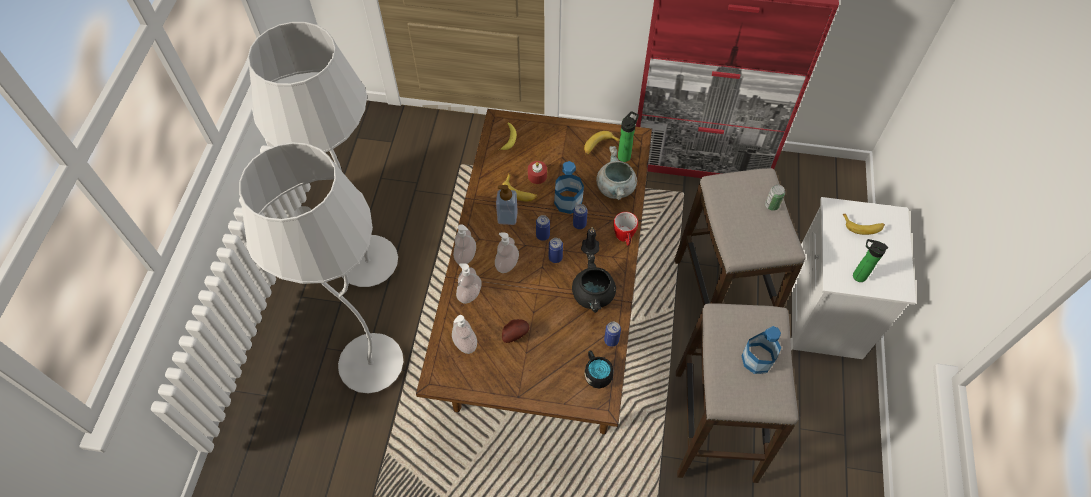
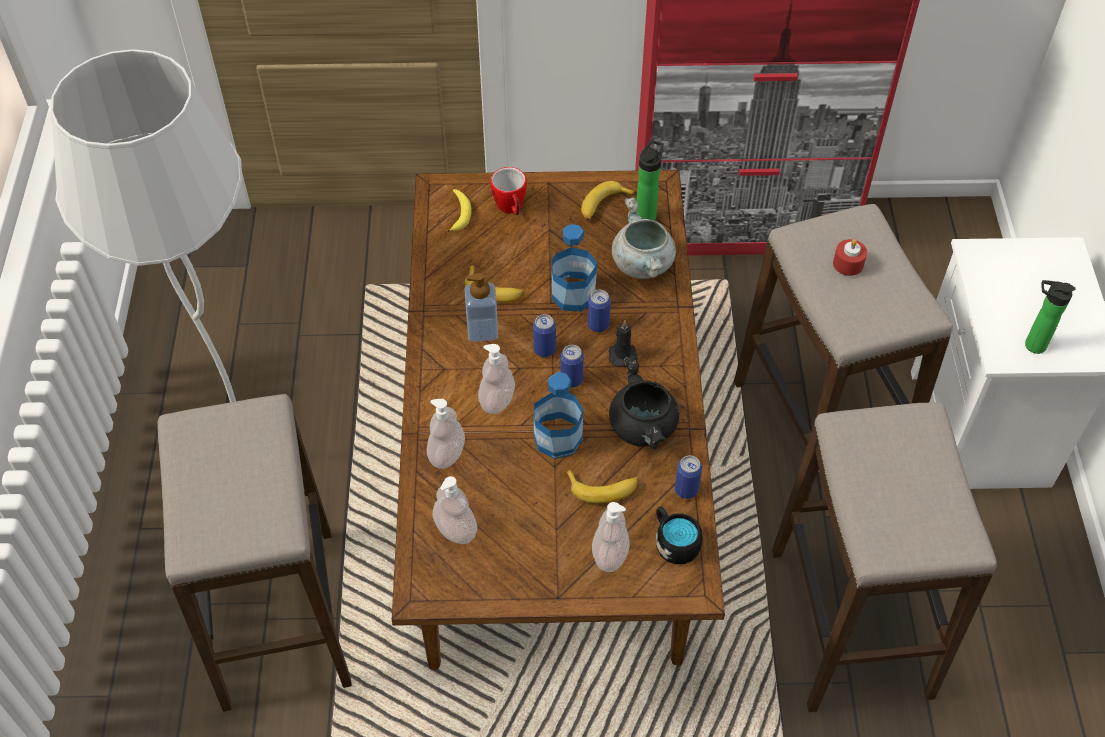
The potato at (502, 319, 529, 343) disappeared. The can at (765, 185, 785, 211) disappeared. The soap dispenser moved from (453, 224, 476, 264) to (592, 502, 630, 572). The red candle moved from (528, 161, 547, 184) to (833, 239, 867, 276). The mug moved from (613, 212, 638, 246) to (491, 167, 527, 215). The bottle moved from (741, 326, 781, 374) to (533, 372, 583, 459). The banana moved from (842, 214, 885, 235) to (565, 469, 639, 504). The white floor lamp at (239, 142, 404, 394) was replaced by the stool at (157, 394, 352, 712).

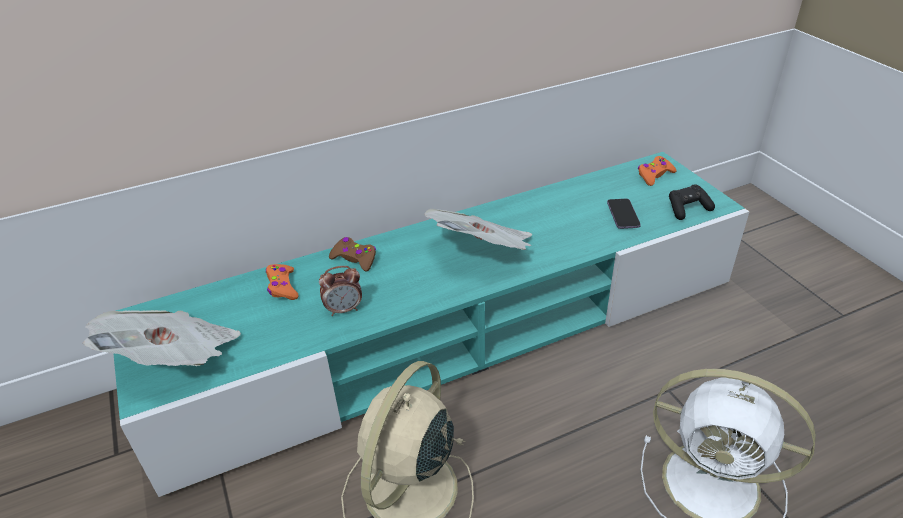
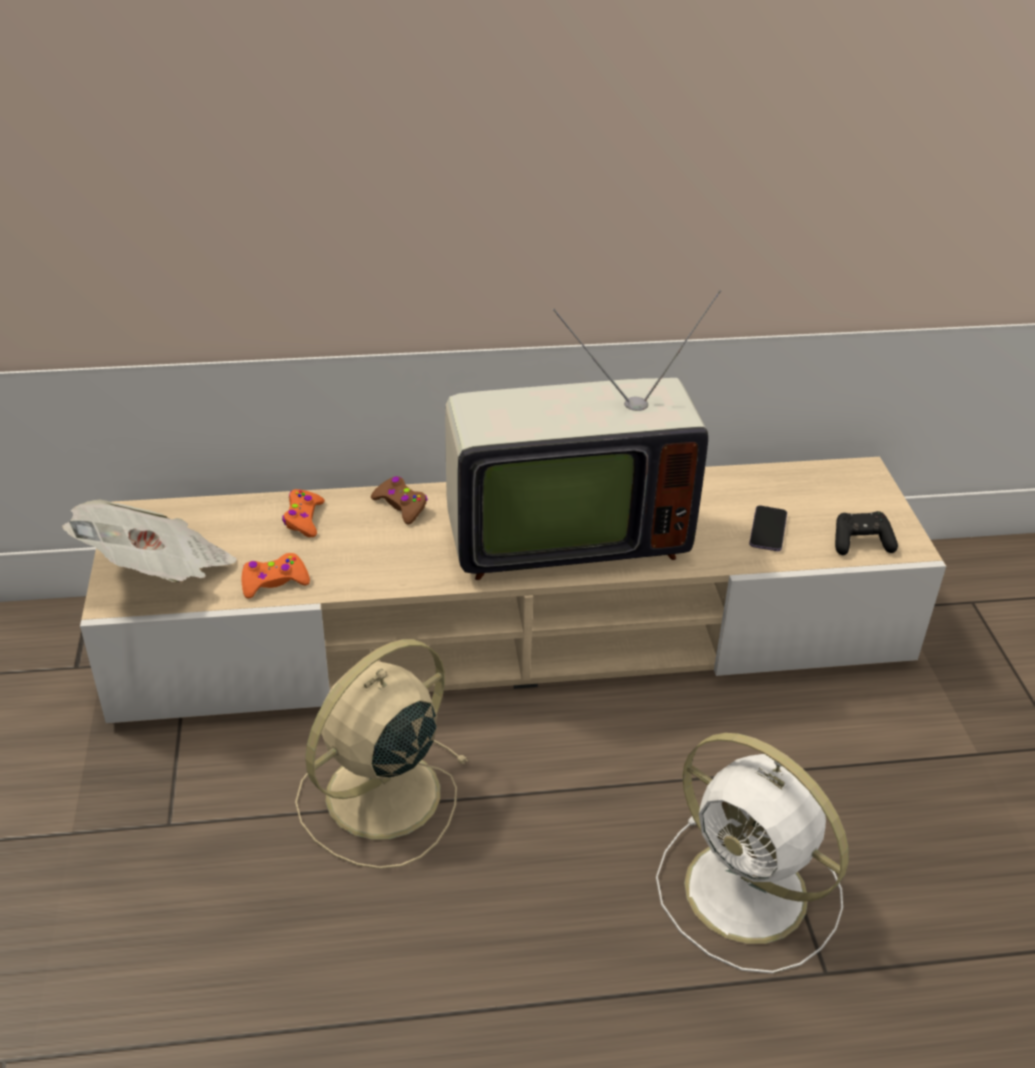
The alarm clock at (319, 266, 362, 316) disappeared. The orange game controller moved from (638, 156, 677, 186) to (242, 553, 310, 598). The newspaper at (424, 209, 532, 250) was replaced by the television at (445, 290, 721, 580). The turquoise tv stand at (114, 152, 750, 497) became the beige tv stand at (80, 457, 946, 724).

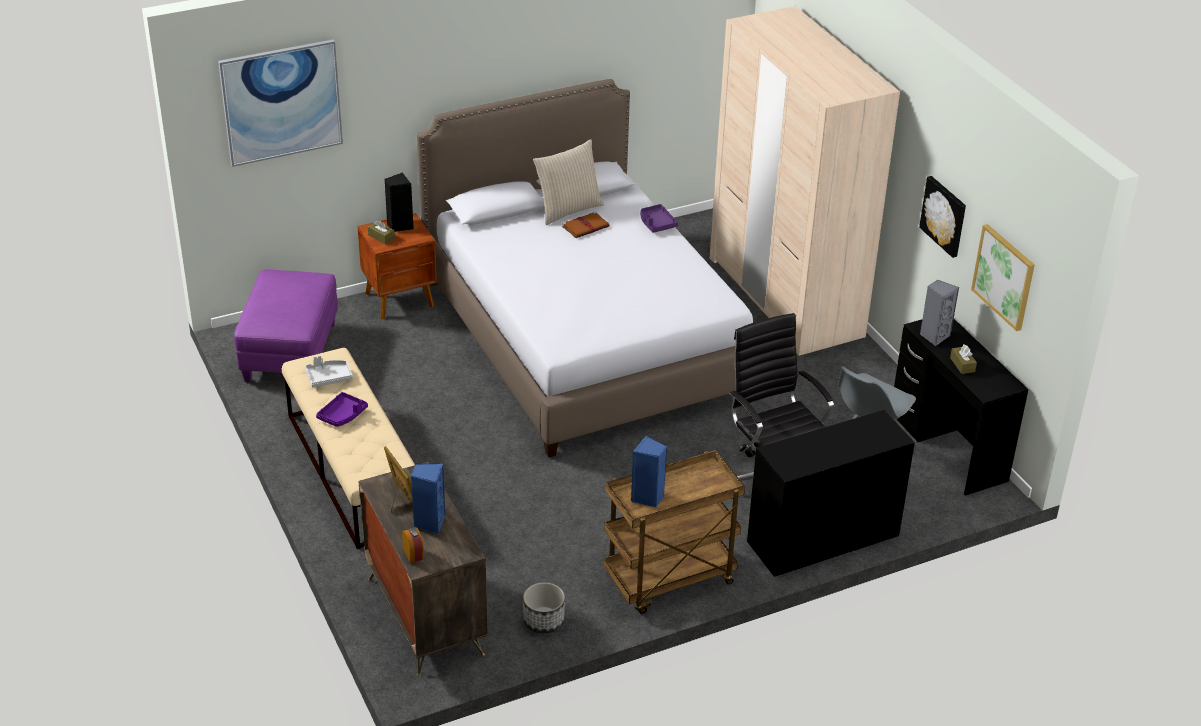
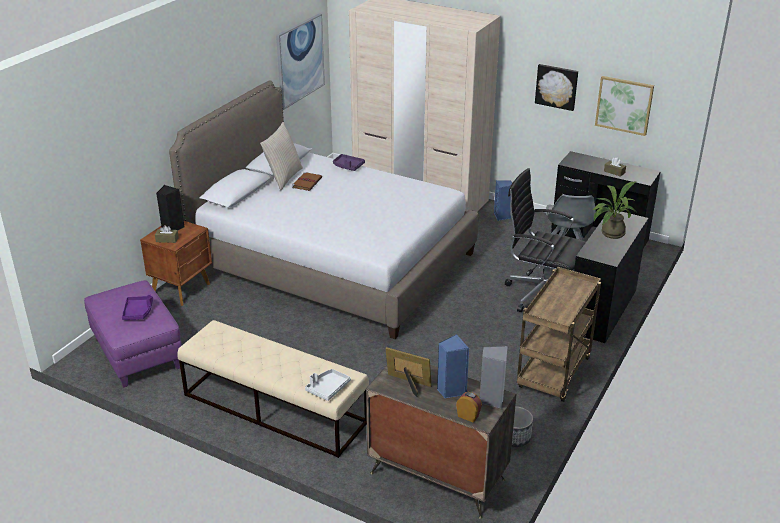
The potted plant at (593, 182, 637, 239) appeared. The picture moved from (218, 40, 343, 167) to (276, 13, 325, 110). The grey tray moved from (305, 356, 353, 387) to (305, 369, 351, 401). The purple tray moved from (316, 392, 368, 427) to (122, 295, 153, 320). The blue speaker moved from (631, 435, 667, 508) to (494, 180, 512, 221). The grey speaker moved from (920, 280, 959, 346) to (480, 346, 508, 409).

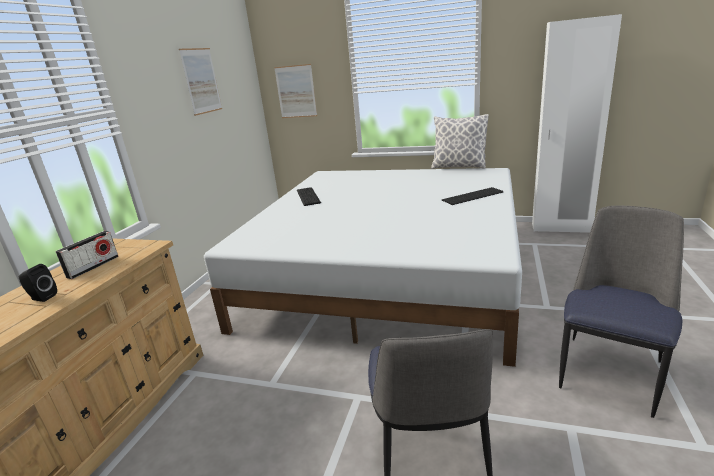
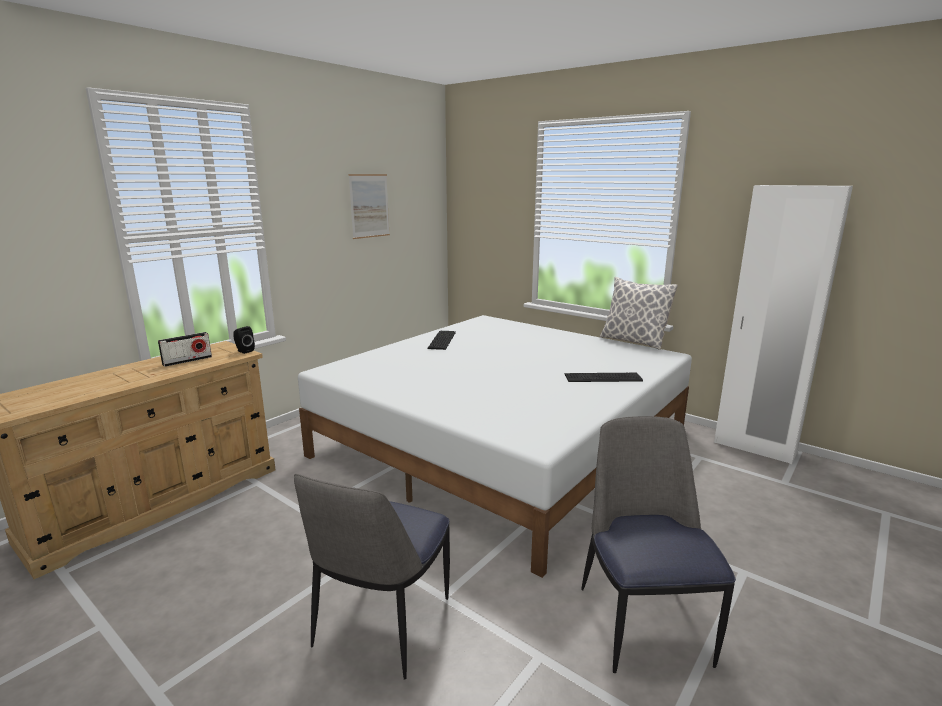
The picture at (274, 64, 317, 118) disappeared. The black speaker moved from (19, 264, 57, 302) to (233, 326, 255, 354). The chair at (559, 206, 684, 418) turned 60 degrees counterclockwise.

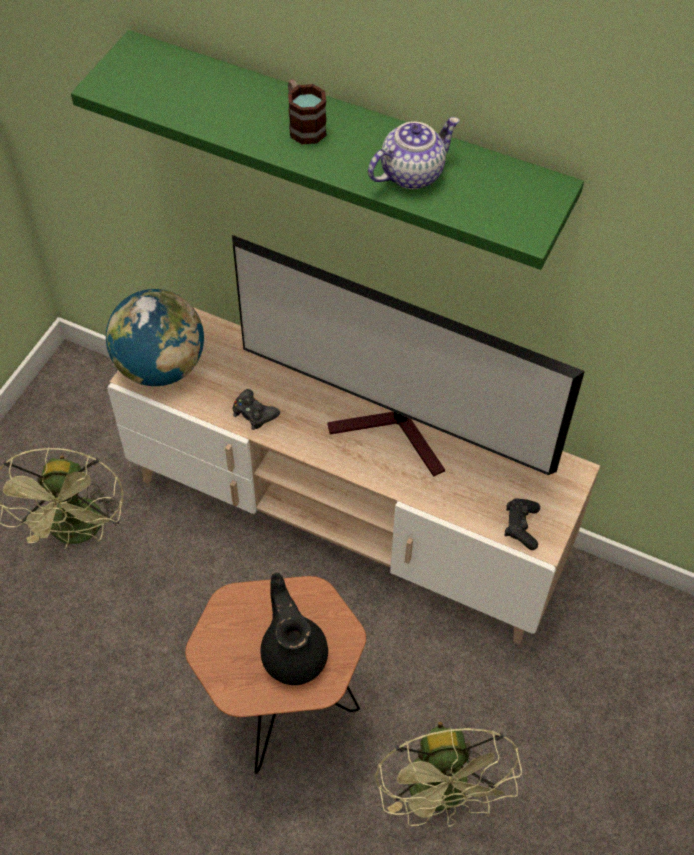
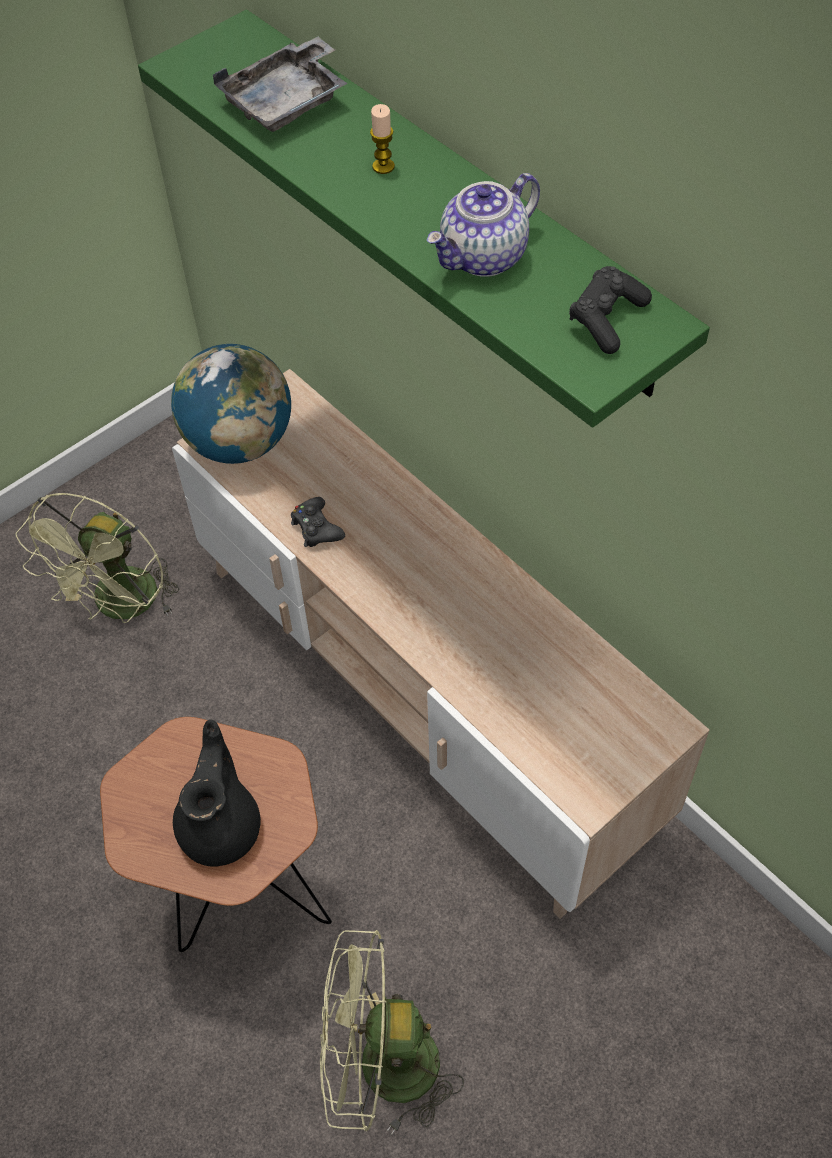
The television at (232, 235, 585, 477) disappeared. The grey tray at (213, 37, 347, 132) appeared. The black game controller moved from (504, 498, 540, 550) to (569, 266, 652, 354). The mug at (288, 79, 327, 144) was replaced by the candle at (370, 104, 395, 174). The teapot at (368, 117, 460, 189) turned 150 degrees clockwise. The green fan at (375, 722, 522, 827) turned 75 degrees clockwise.

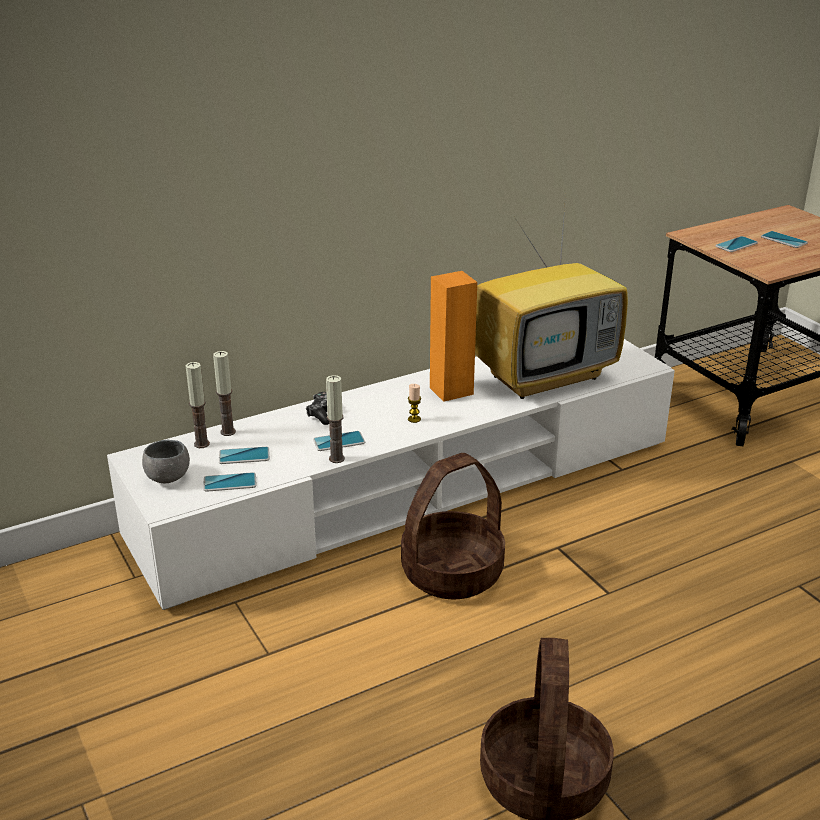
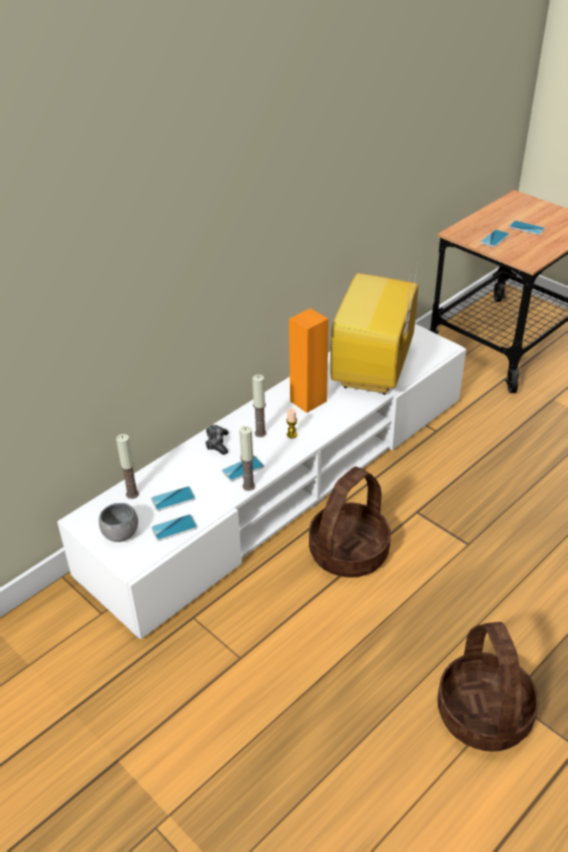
The candle moved from (213, 351, 236, 436) to (252, 375, 267, 437). The television at (475, 195, 628, 399) turned 150 degrees clockwise.

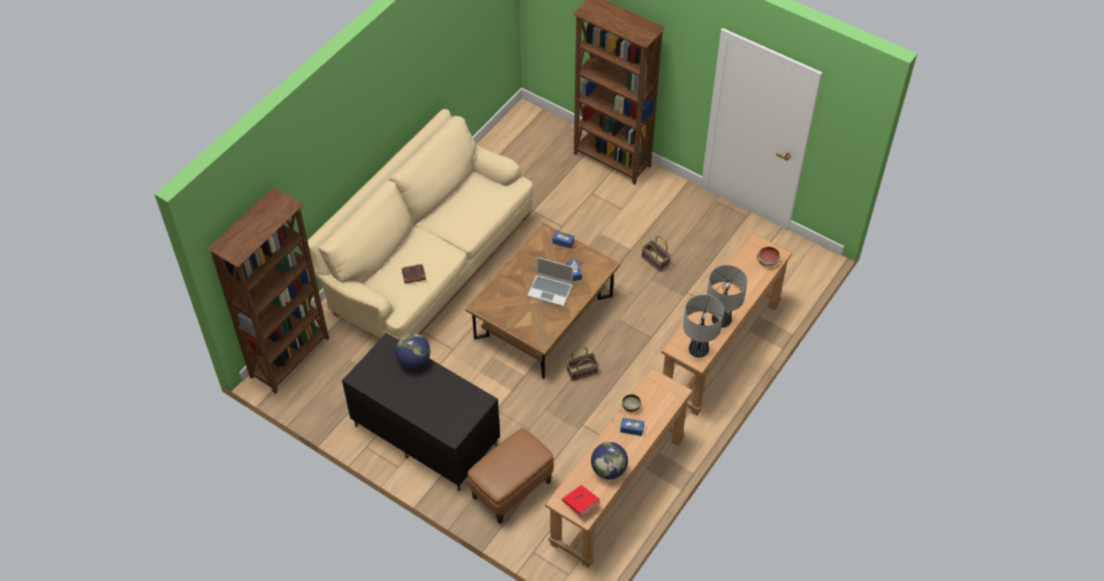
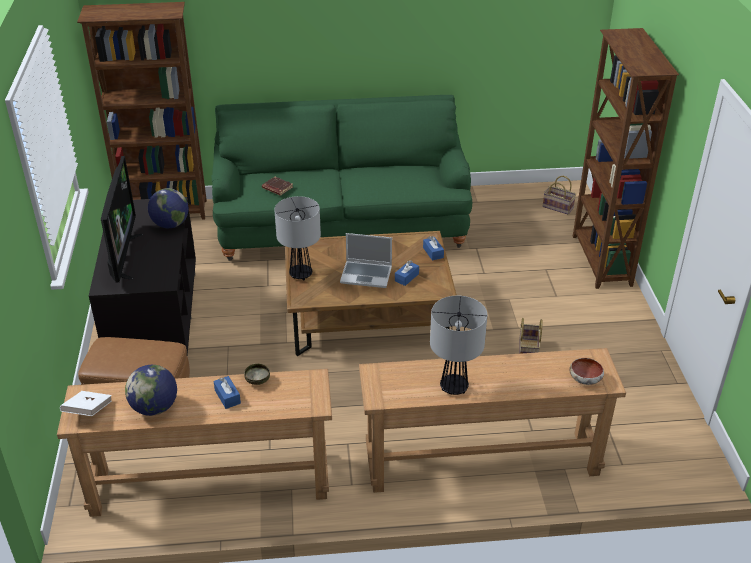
The television at (101, 156, 143, 282) appeared. The basket moved from (567, 347, 599, 381) to (542, 176, 576, 214). The table lamp moved from (683, 295, 724, 358) to (274, 196, 321, 280). The beige sofa at (308, 109, 533, 340) became the green sofa at (211, 95, 472, 261). The red book at (562, 485, 601, 516) became the white book at (60, 391, 112, 416). The laptop at (527, 257, 573, 306) turned 60 degrees counterclockwise.

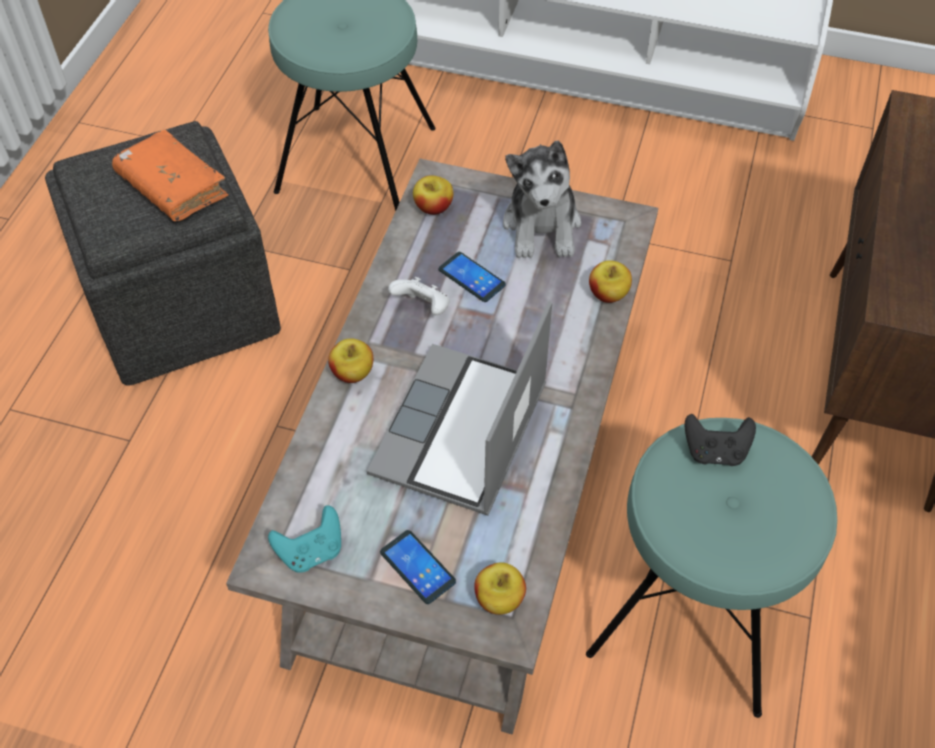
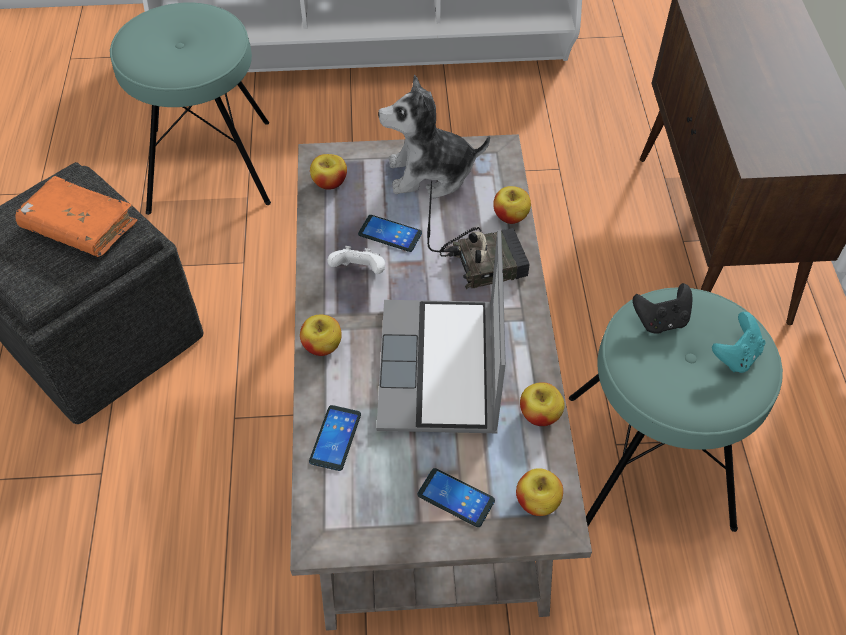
The phone at (309, 405, 361, 471) appeared. The radio at (427, 180, 530, 289) appeared. The apple at (520, 382, 564, 426) appeared. The turquoise game controller moved from (268, 505, 341, 573) to (712, 312, 765, 373). The plush toy at (503, 140, 581, 259) turned 105 degrees clockwise.

